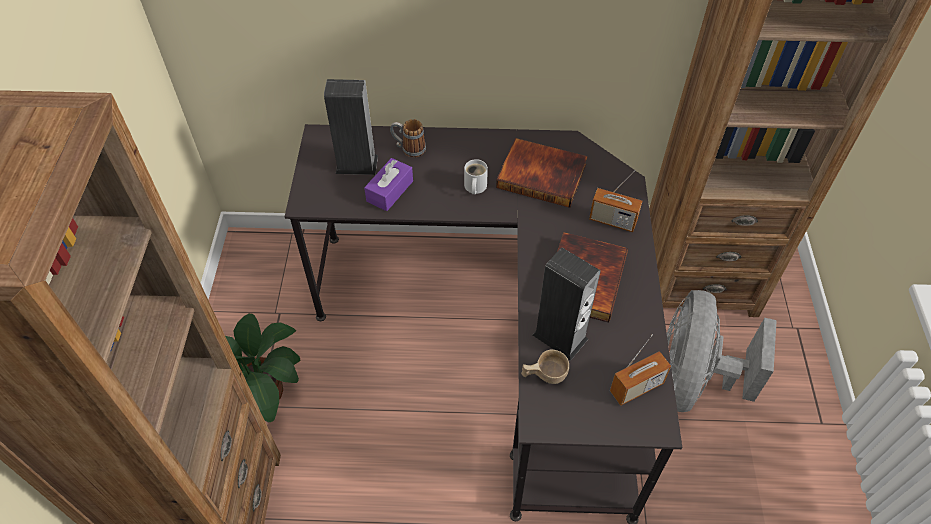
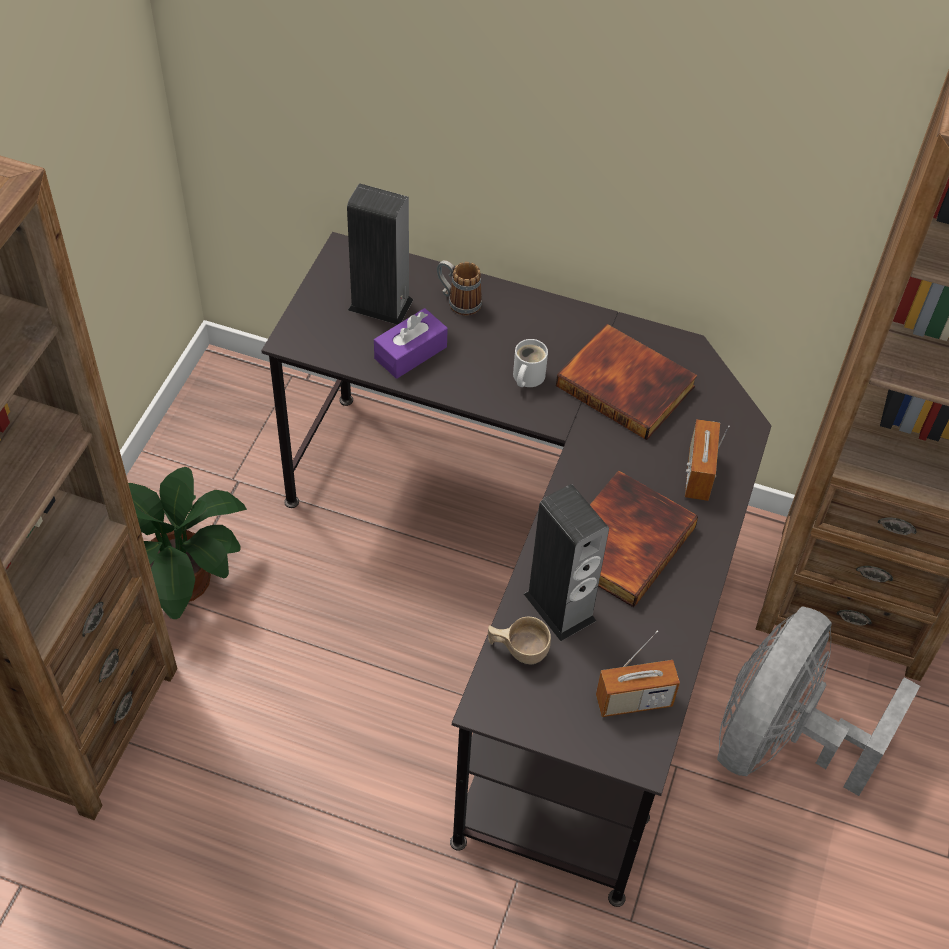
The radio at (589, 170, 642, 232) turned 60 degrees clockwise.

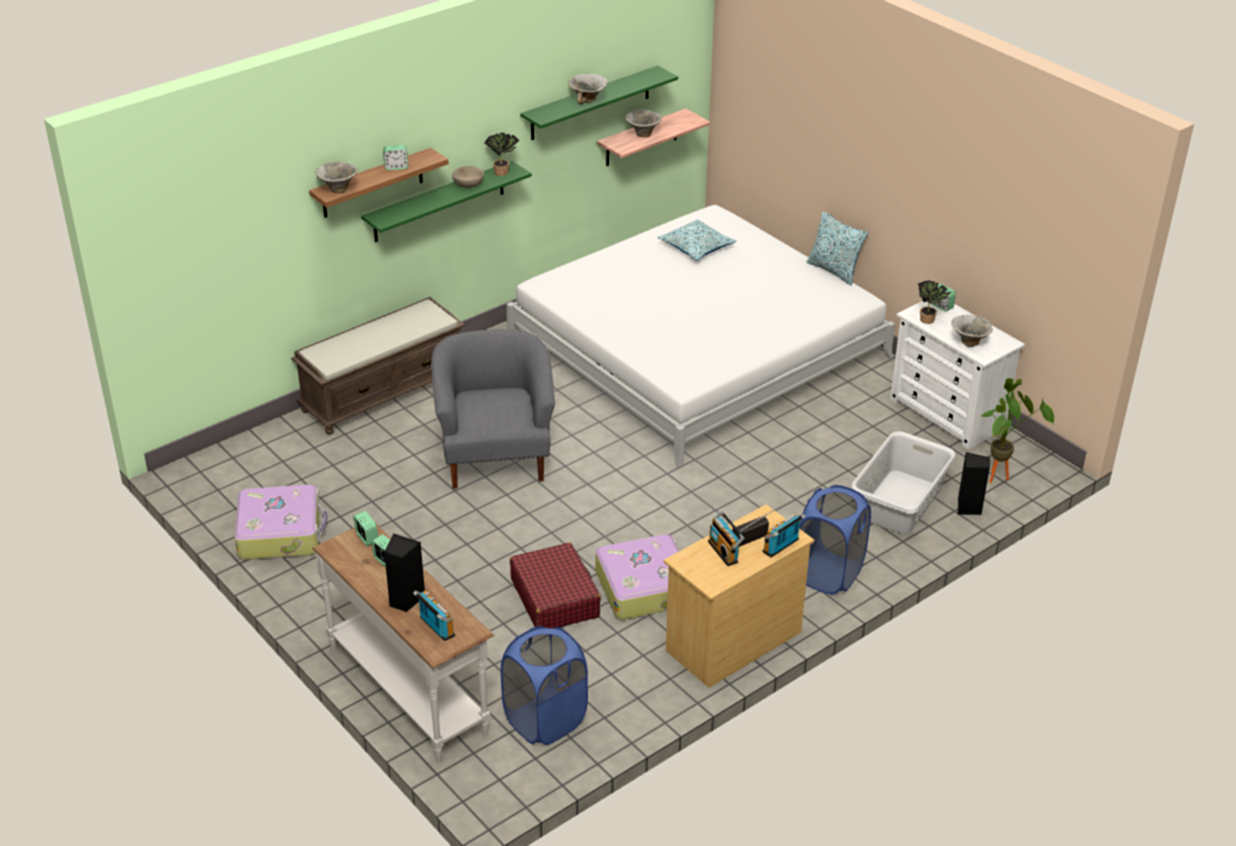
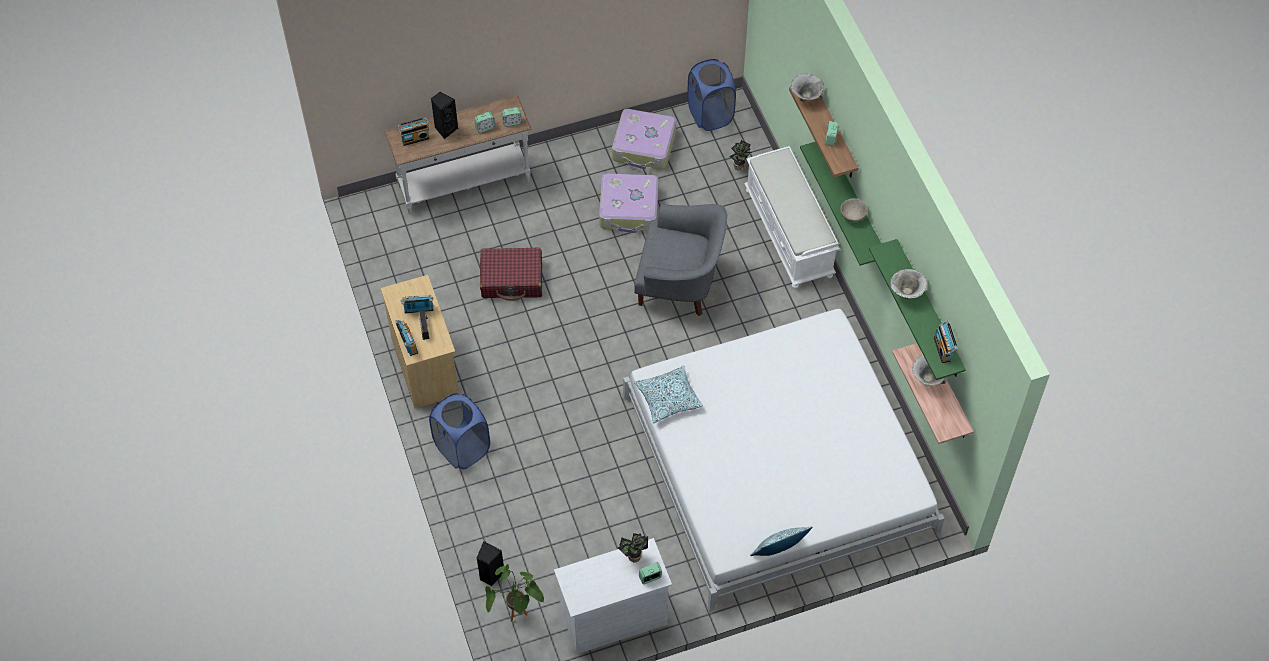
The grey laundry basket at (851, 431, 956, 534) disappeared. The bowl at (951, 315, 993, 347) disappeared. The radio at (934, 320, 958, 363) appeared. The potted plant moved from (484, 133, 520, 176) to (729, 140, 752, 171). The blue laundry basket moved from (501, 626, 588, 745) to (687, 59, 736, 131). The suitcase moved from (595, 534, 679, 620) to (599, 173, 659, 233). The pillow moved from (658, 219, 737, 261) to (634, 365, 703, 423). The brown bench at (291, 297, 465, 435) became the white bench at (744, 146, 840, 289).

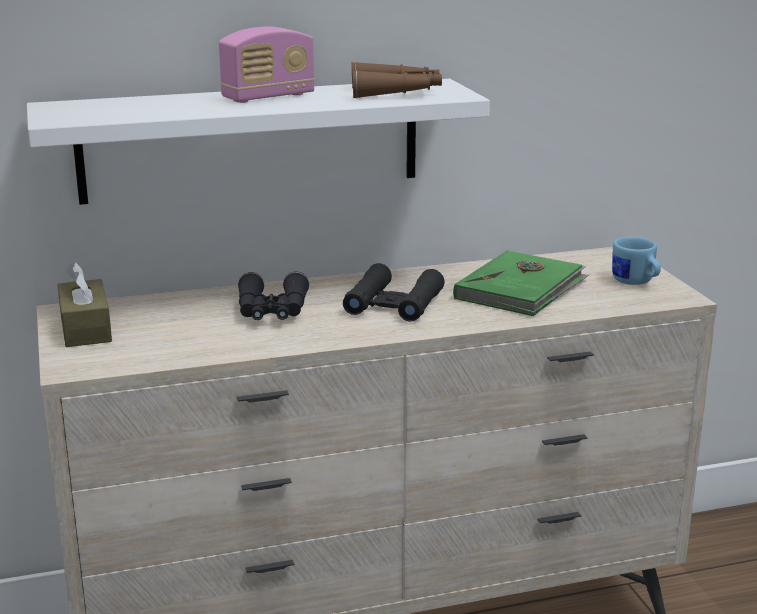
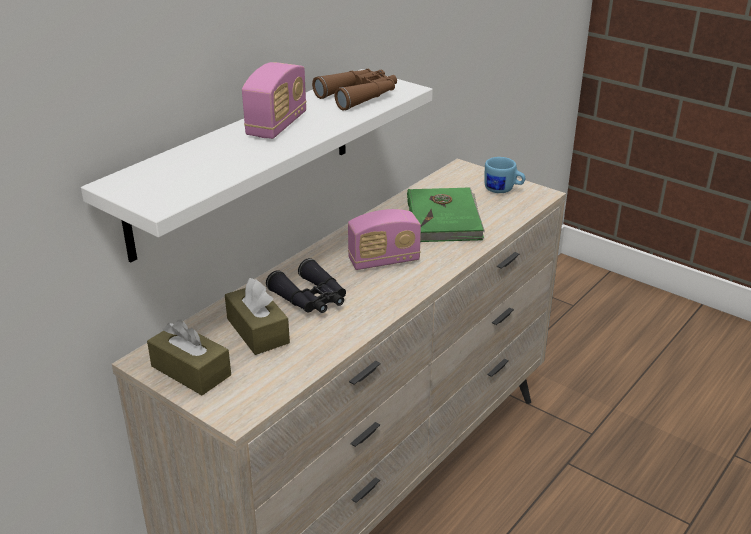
The brown tissue box at (225, 278, 290, 355) appeared. The black binoculars at (343, 263, 445, 322) was replaced by the radio at (348, 209, 421, 270).

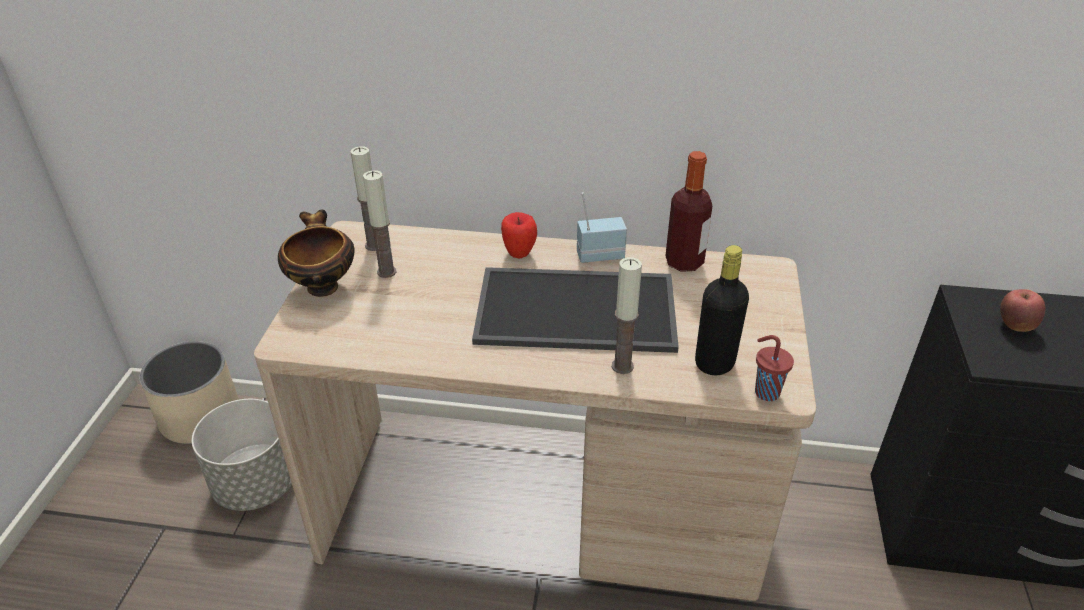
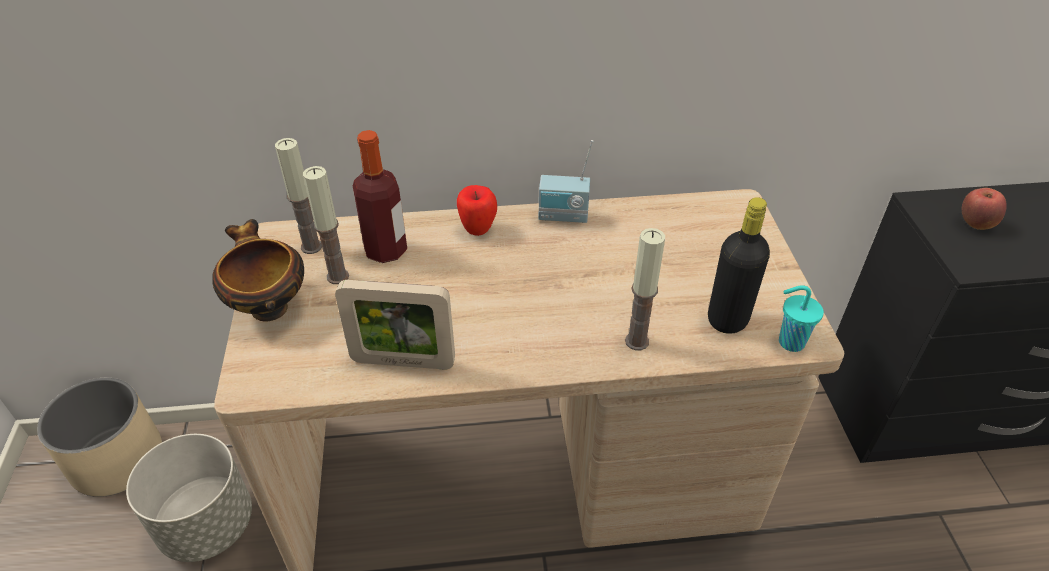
The tray at (472, 267, 679, 353) disappeared. The picture frame at (335, 280, 455, 369) appeared. The bottle moved from (665, 151, 712, 272) to (353, 130, 407, 263). The red cup at (755, 335, 794, 401) became the turquoise cup at (779, 285, 824, 352). The radio at (577, 192, 627, 263) turned 150 degrees counterclockwise.

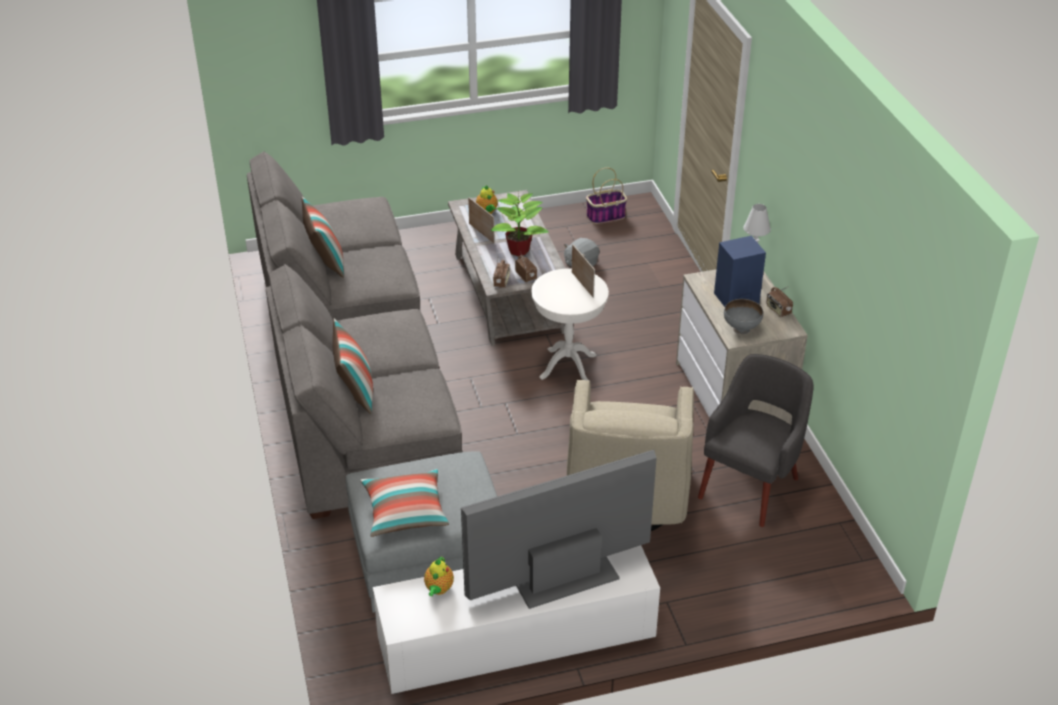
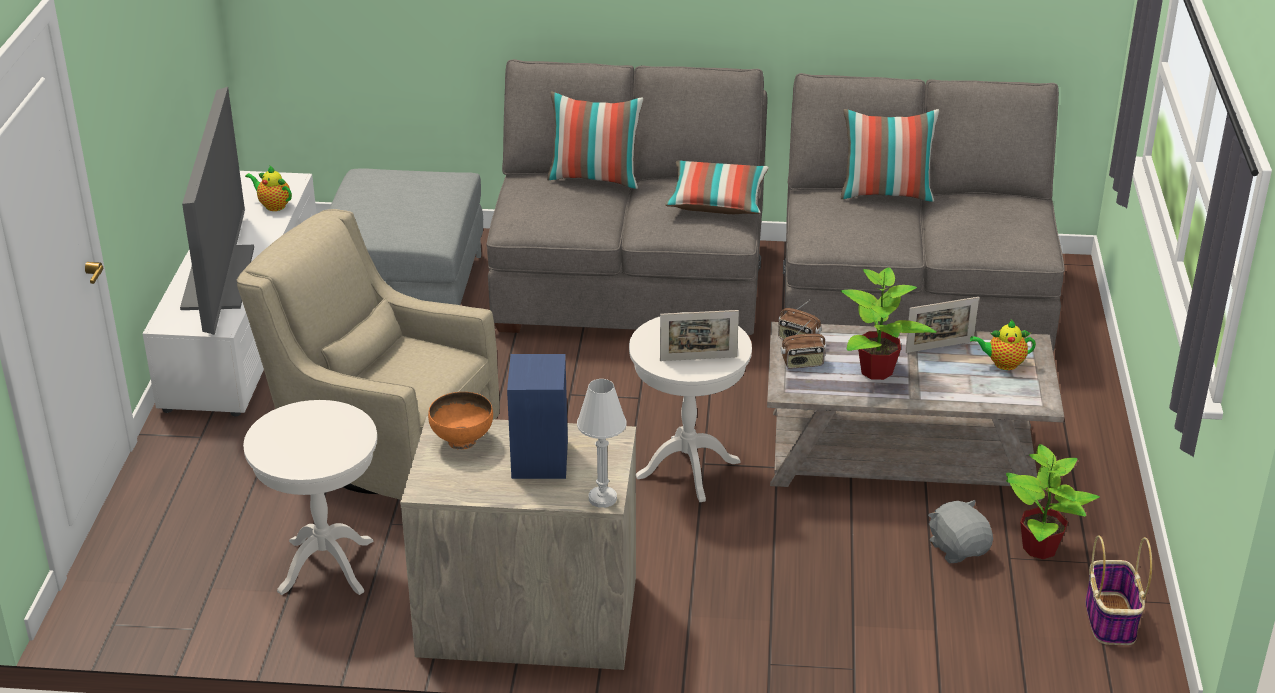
The radio at (766, 286, 793, 317) disappeared. The potted plant at (1006, 444, 1099, 559) appeared. The pillow moved from (361, 469, 449, 537) to (665, 160, 769, 214). The grey armchair at (698, 354, 813, 527) was replaced by the white side table at (243, 400, 377, 595). The grey bowl at (724, 299, 763, 334) became the orange bowl at (428, 392, 493, 450).

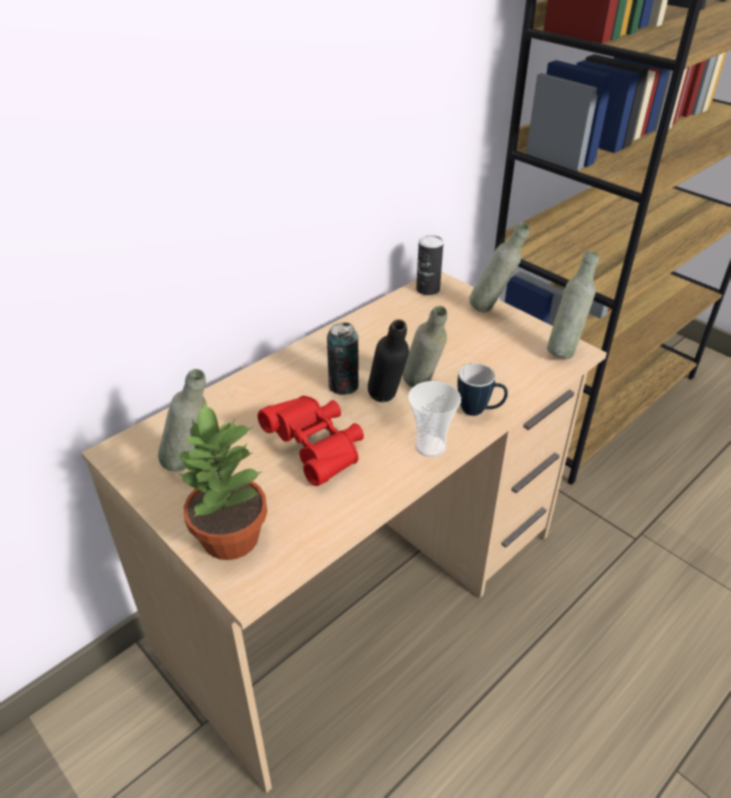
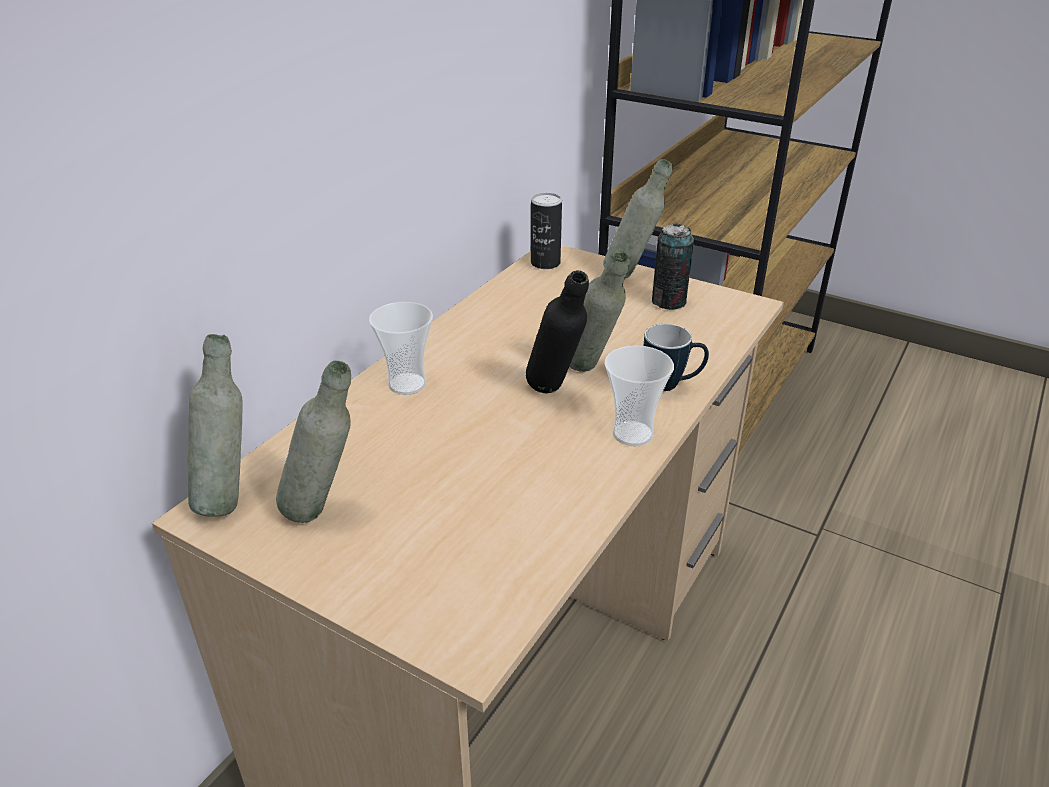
The potted plant at (175, 402, 267, 560) disappeared. The red binoculars at (258, 396, 364, 486) disappeared. The cup at (369, 302, 433, 395) appeared. The can moved from (327, 322, 359, 395) to (652, 224, 694, 310). The grey bottle moved from (547, 251, 599, 359) to (188, 334, 243, 517).

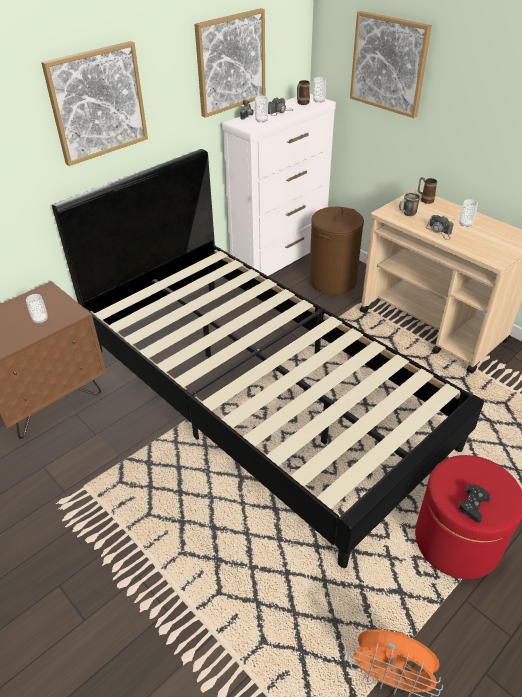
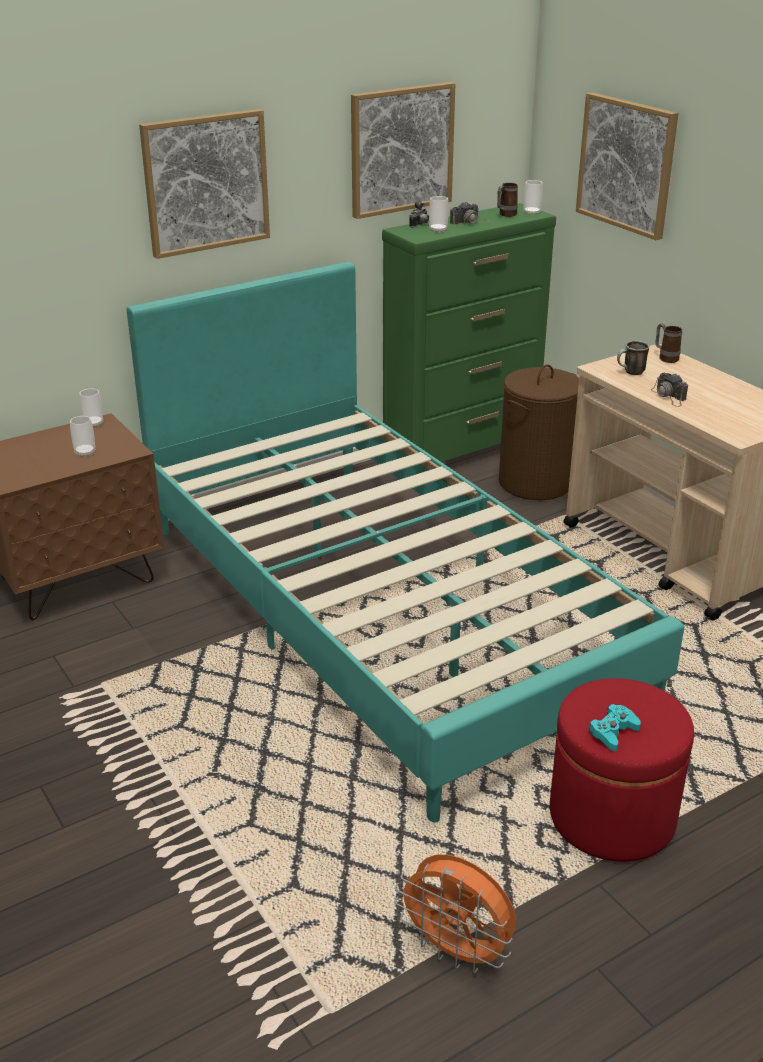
The cup moved from (459, 199, 478, 227) to (79, 388, 103, 427). The black bed at (52, 149, 484, 568) became the turquoise bed at (127, 261, 684, 823). The white dresser at (222, 94, 336, 276) became the green dresser at (382, 203, 556, 462). The black game controller at (457, 484, 491, 523) became the turquoise game controller at (588, 704, 641, 751).

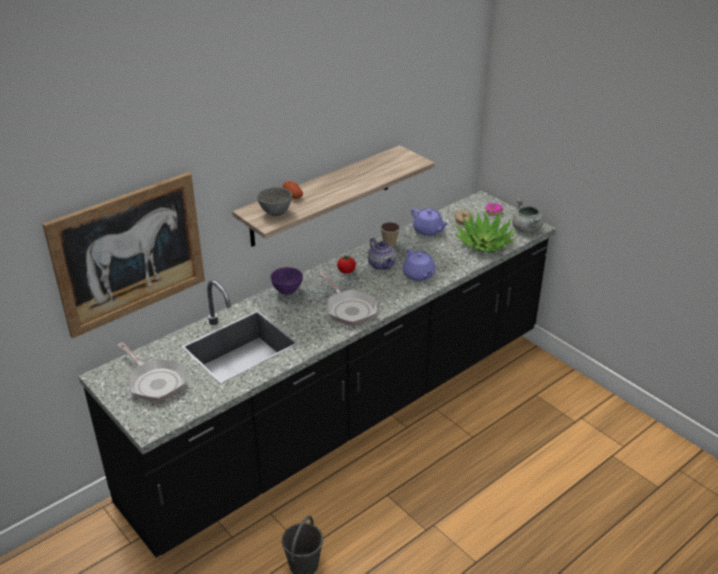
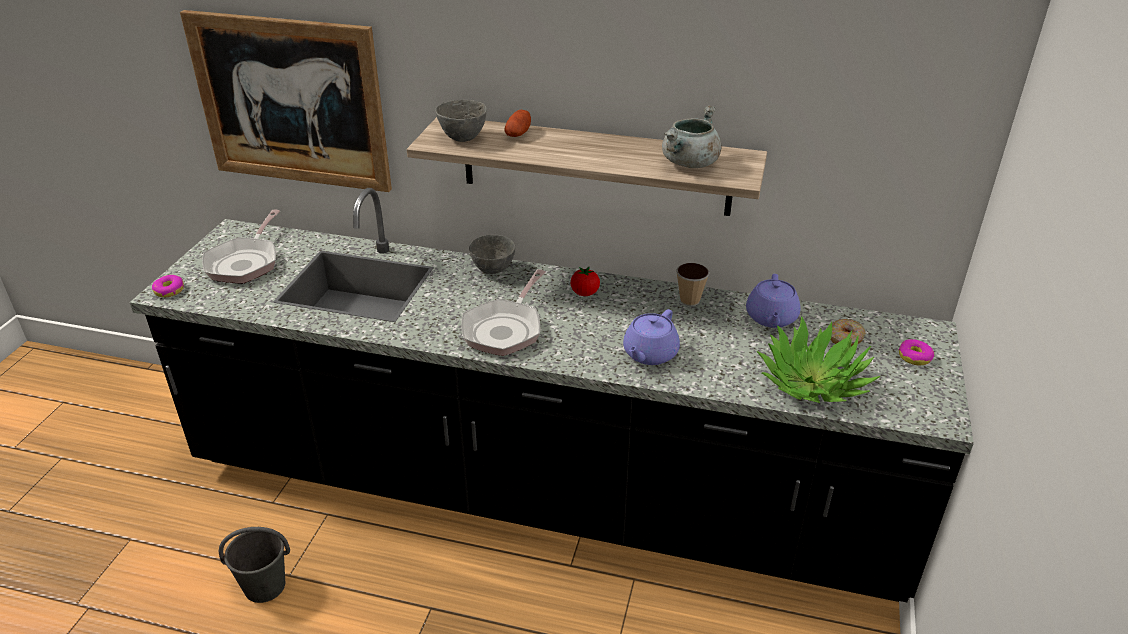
The teapot at (368, 238, 396, 270) disappeared. The donut at (152, 275, 184, 297) appeared. The grey cooking pot moved from (512, 198, 543, 233) to (662, 105, 721, 168). The purple bowl at (270, 267, 303, 295) became the grey bowl at (469, 235, 515, 274).

